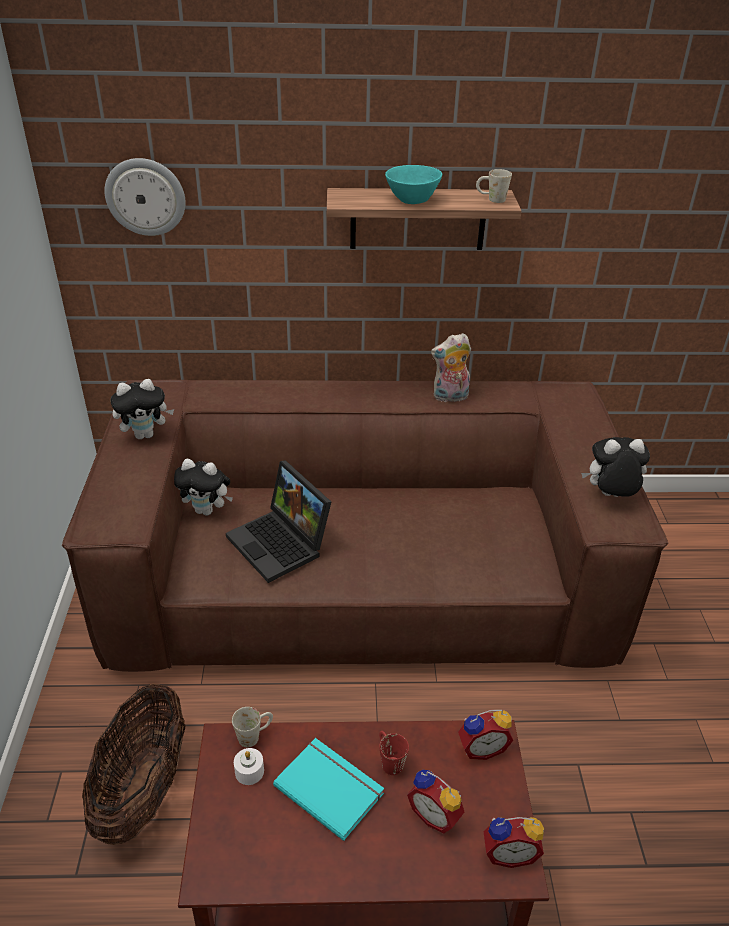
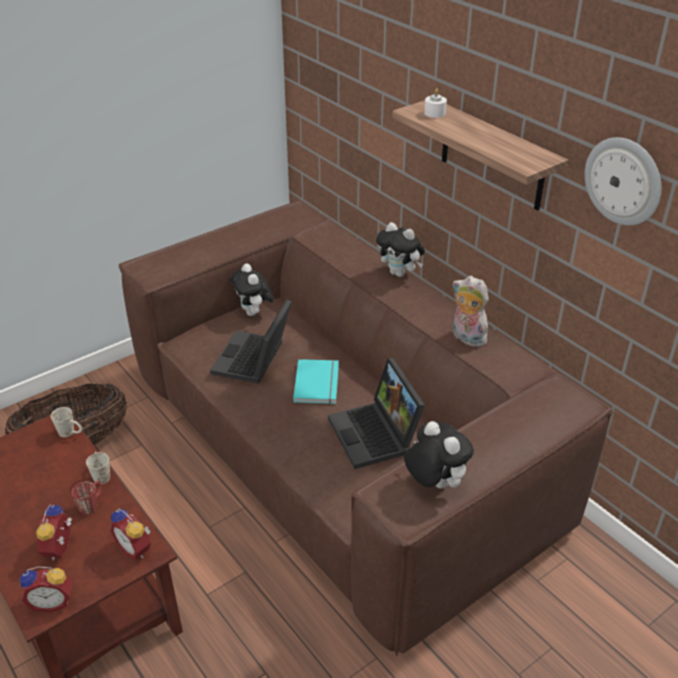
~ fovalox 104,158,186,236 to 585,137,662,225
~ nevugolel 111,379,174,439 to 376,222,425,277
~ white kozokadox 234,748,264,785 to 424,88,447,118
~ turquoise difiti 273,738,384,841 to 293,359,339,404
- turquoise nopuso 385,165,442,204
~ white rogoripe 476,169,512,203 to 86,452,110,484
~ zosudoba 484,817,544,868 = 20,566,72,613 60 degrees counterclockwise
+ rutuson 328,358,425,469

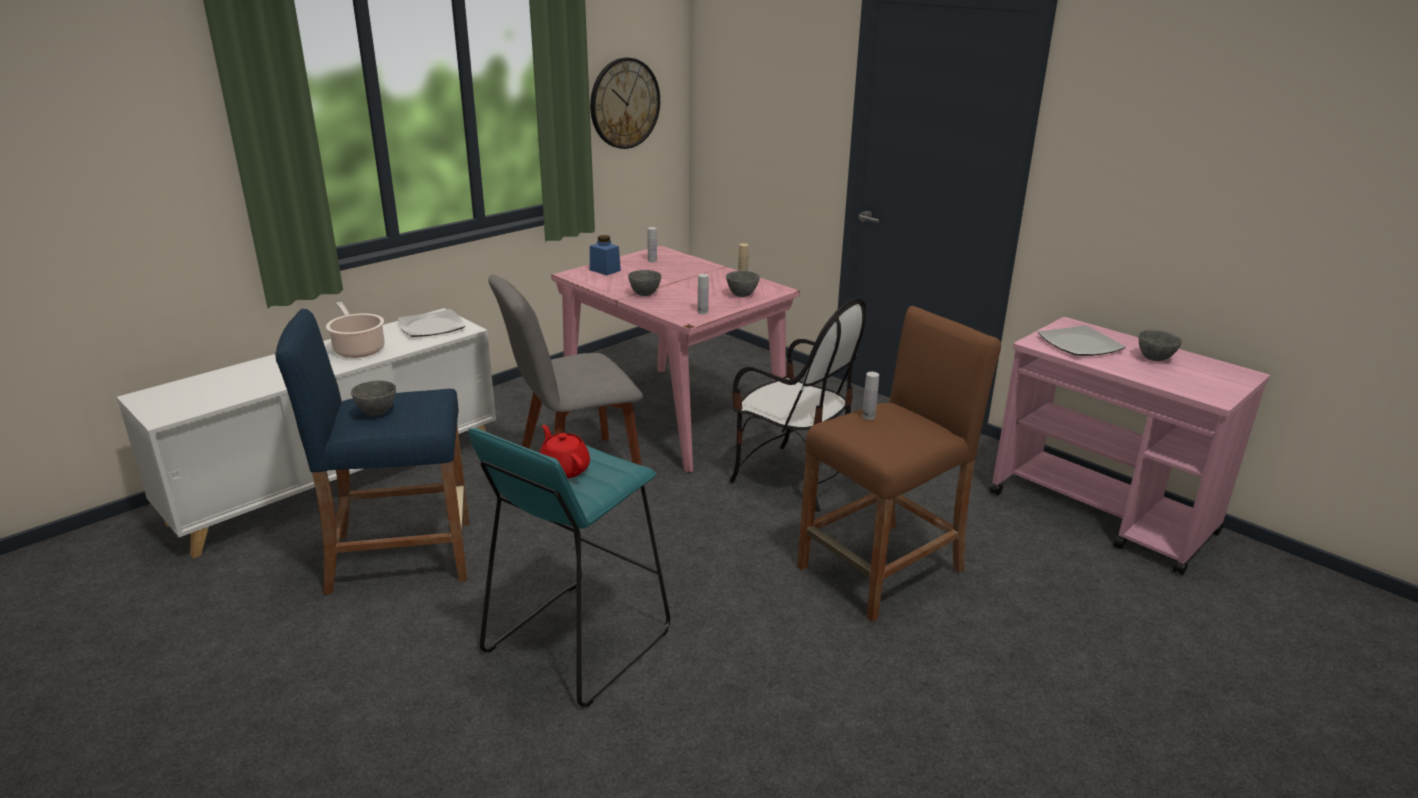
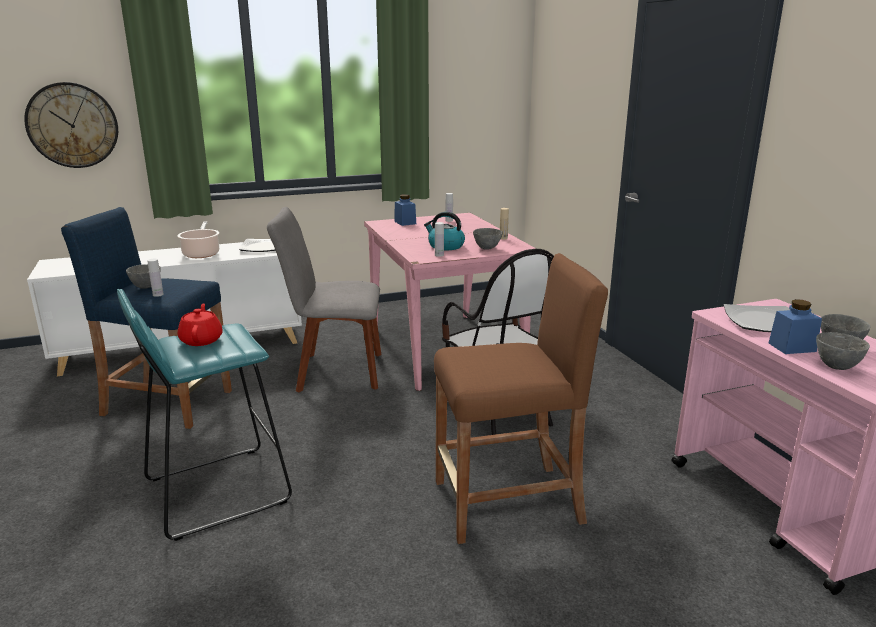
~ fovalox 590,58,660,149 to 24,82,118,168
~ grey nopuso 628,270,661,296 to 816,332,870,370
~ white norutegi 862,372,879,420 to 147,259,164,297
+ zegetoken 424,212,465,250
+ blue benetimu 769,299,822,354

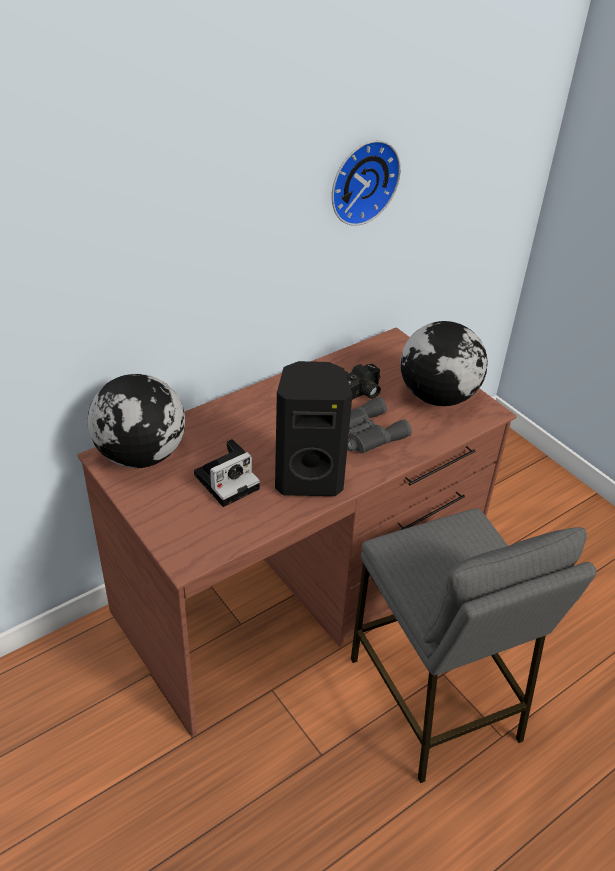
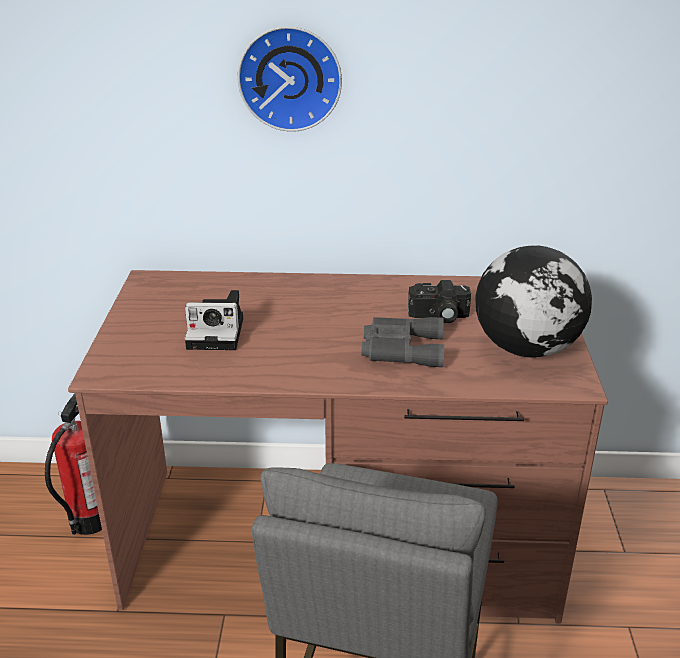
- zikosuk 88,374,185,468
- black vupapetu 275,361,352,496
~ fovalox 332,140,401,226 to 237,26,342,132
+ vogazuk 45,393,102,535

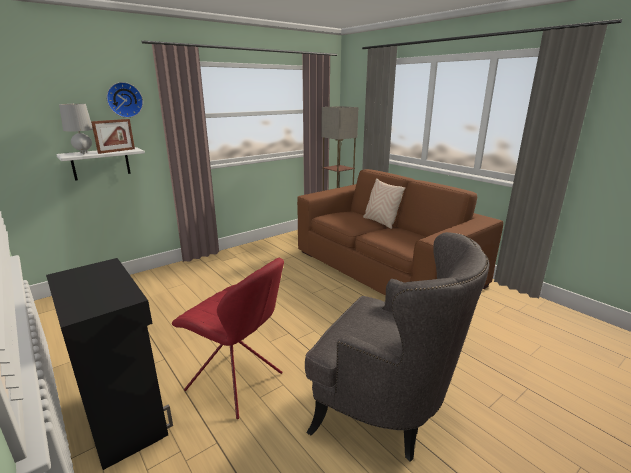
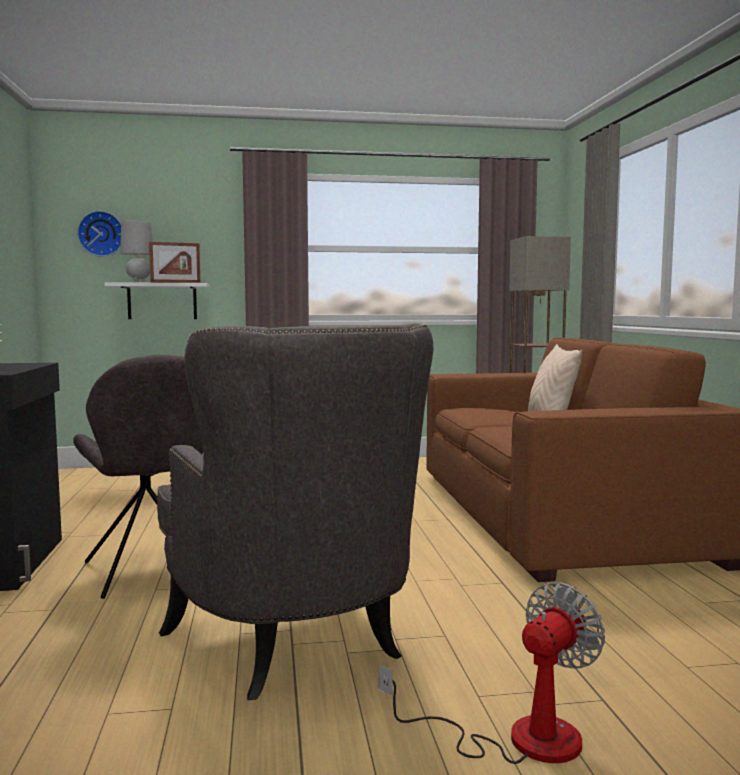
~ fovalox 106,82,143,118 to 77,211,121,257
~ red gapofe 172,258,284,419 to grey gapofe 73,354,203,599
+ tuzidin 379,583,605,764

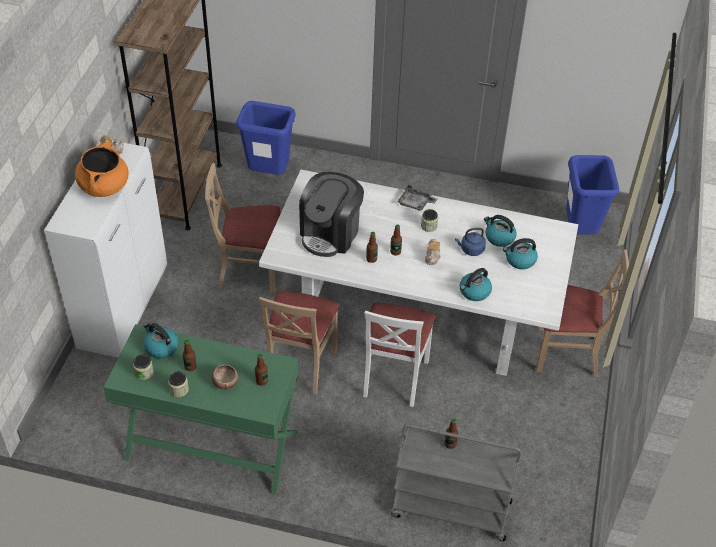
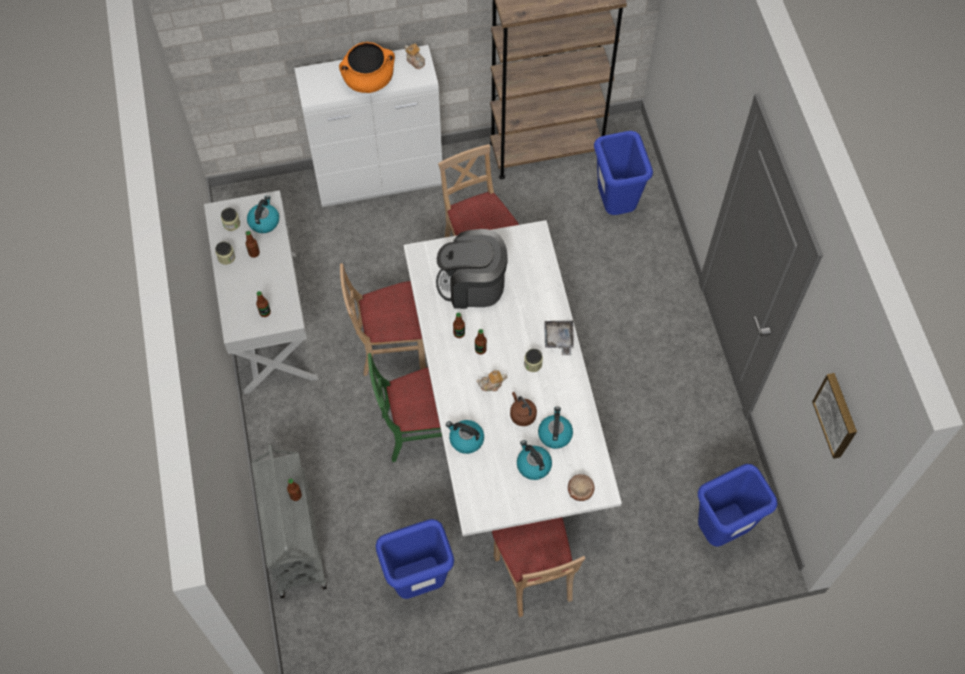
~ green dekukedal 104,324,298,495 to white dekukedal 204,190,318,394
~ nopuso 212,365,238,390 to 568,474,595,501
~ white gapofe 363,303,436,407 to green gapofe 368,353,442,462
~ blue zegetoken 455,228,486,256 to brown zegetoken 510,392,537,426
+ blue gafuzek 376,519,454,599
+ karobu 812,373,857,459

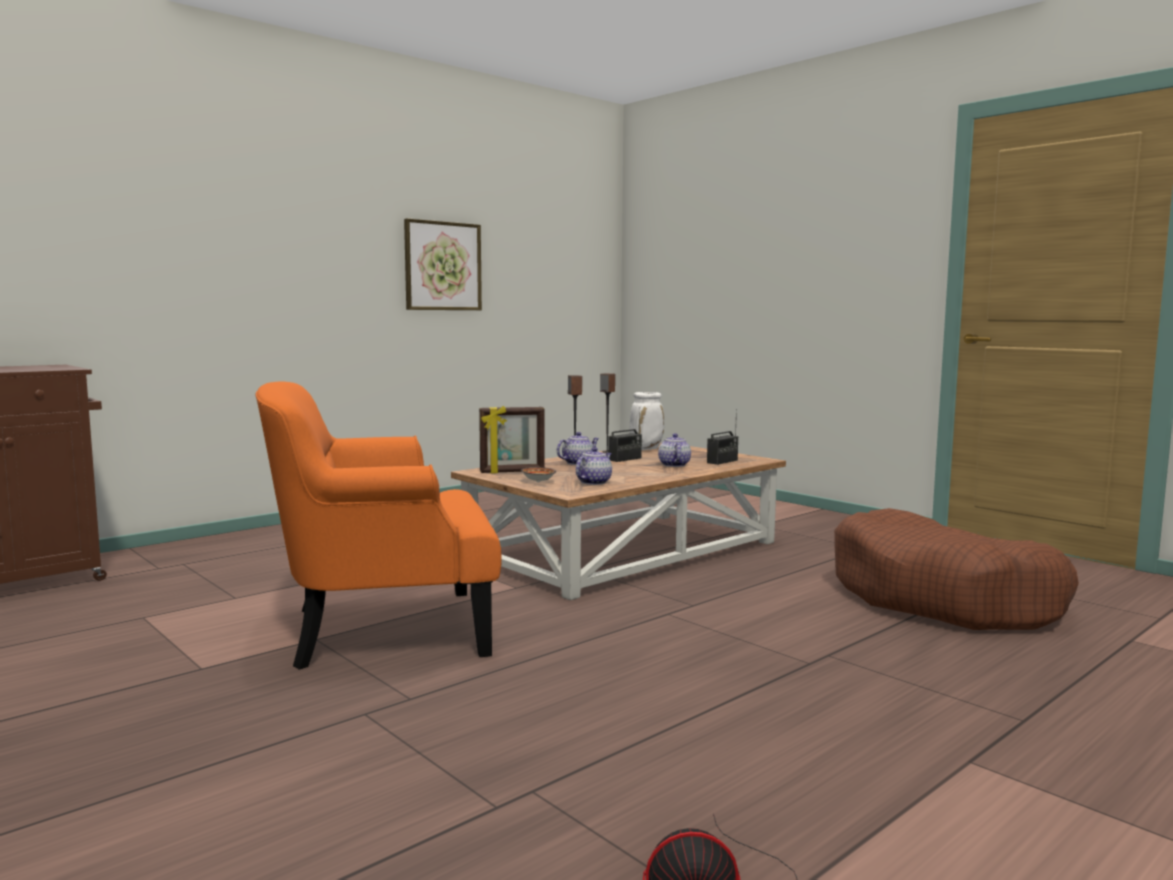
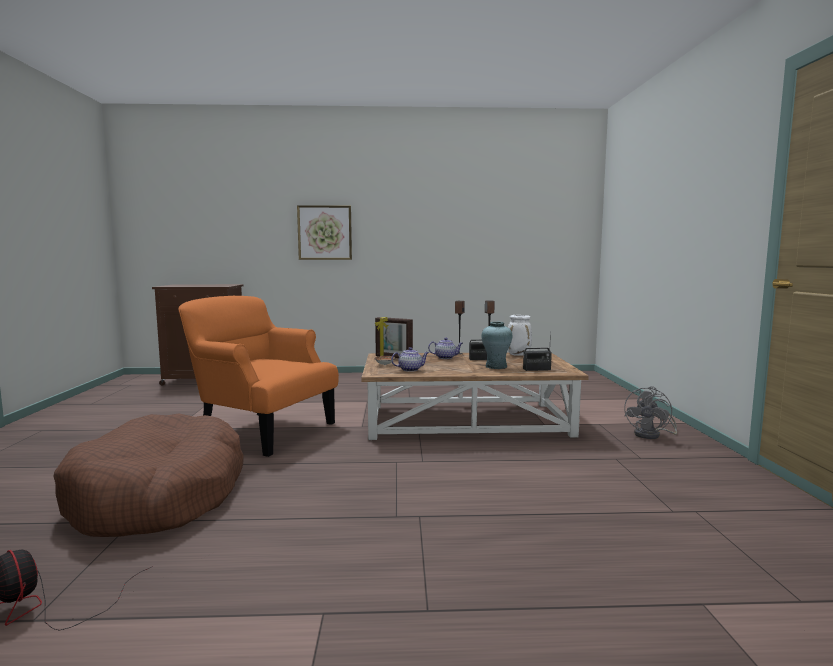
~ karobu 404,218,482,310 to 297,205,352,260
~ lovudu 658,433,691,467 to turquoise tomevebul 481,322,512,369
~ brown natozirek 834,508,1079,630 to 53,413,244,537
+ grey tuzidin 624,386,677,439

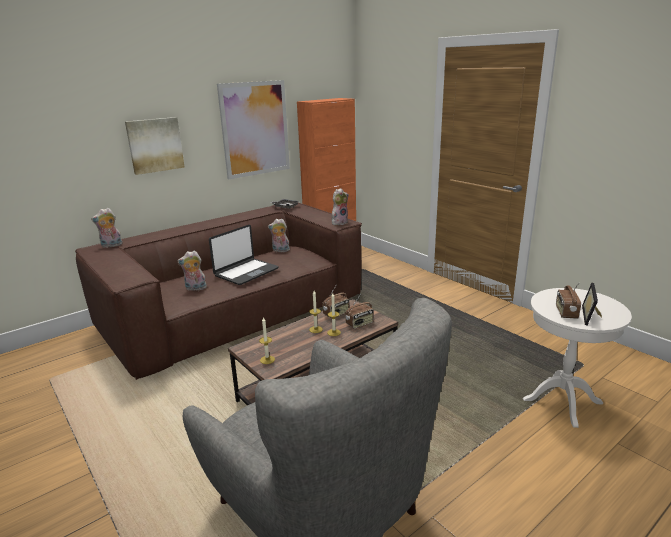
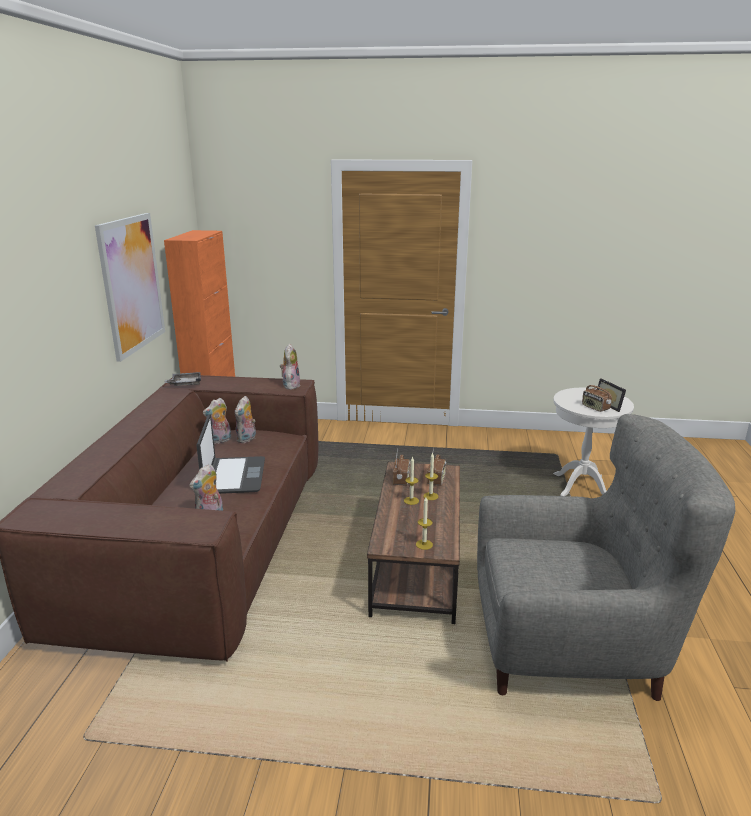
~ nevugolel 91,208,123,248 to 235,396,256,443
- karobu 125,117,185,175

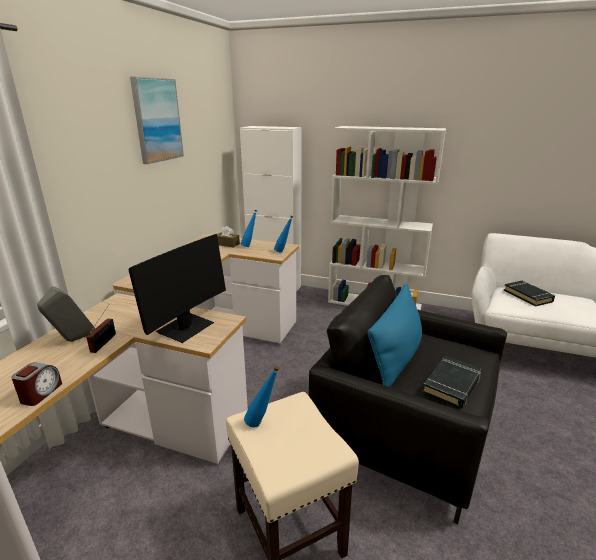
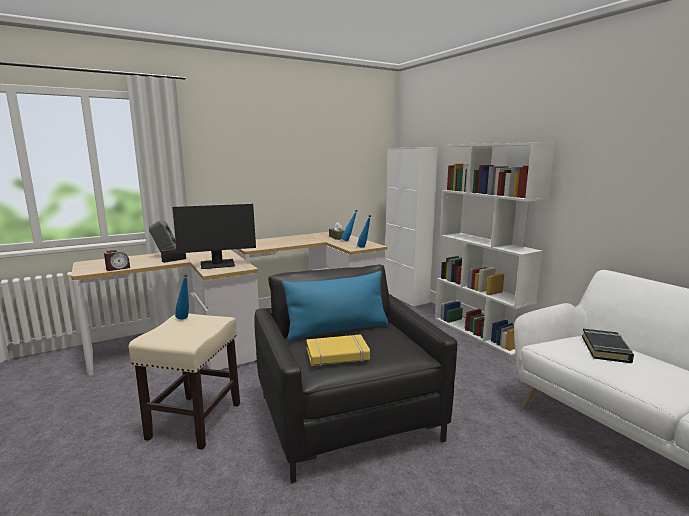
- karobu 130,77,184,164
~ black difiti 422,355,482,409 to yellow difiti 306,334,370,366

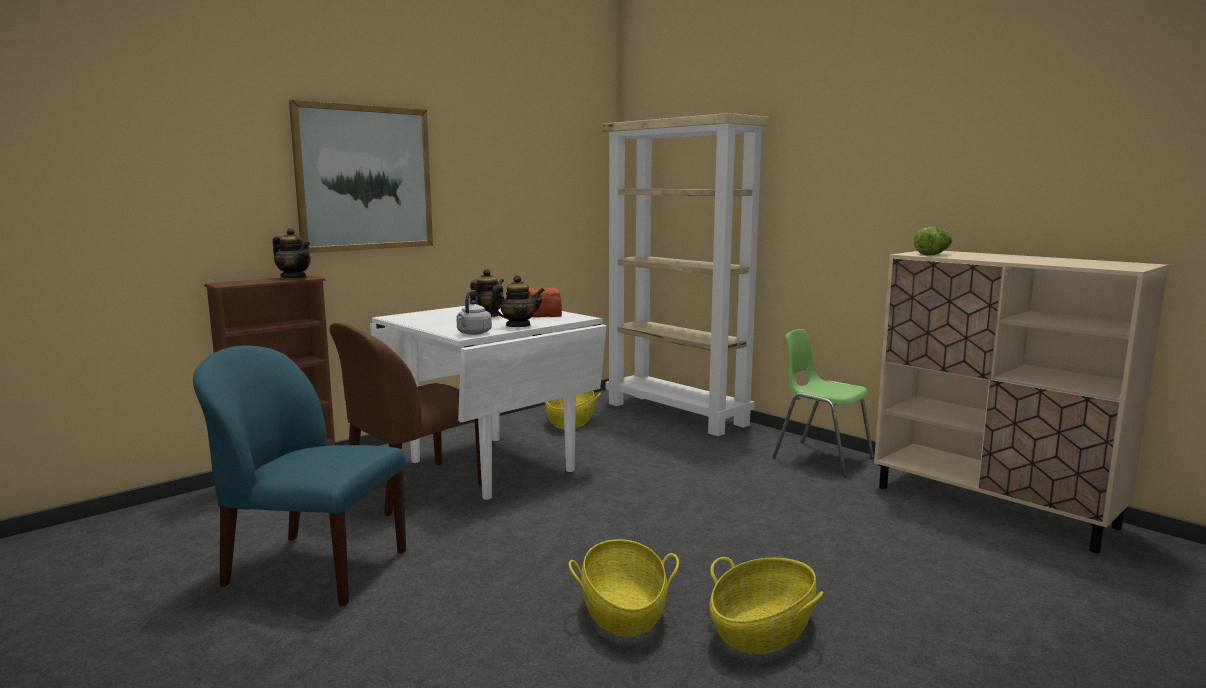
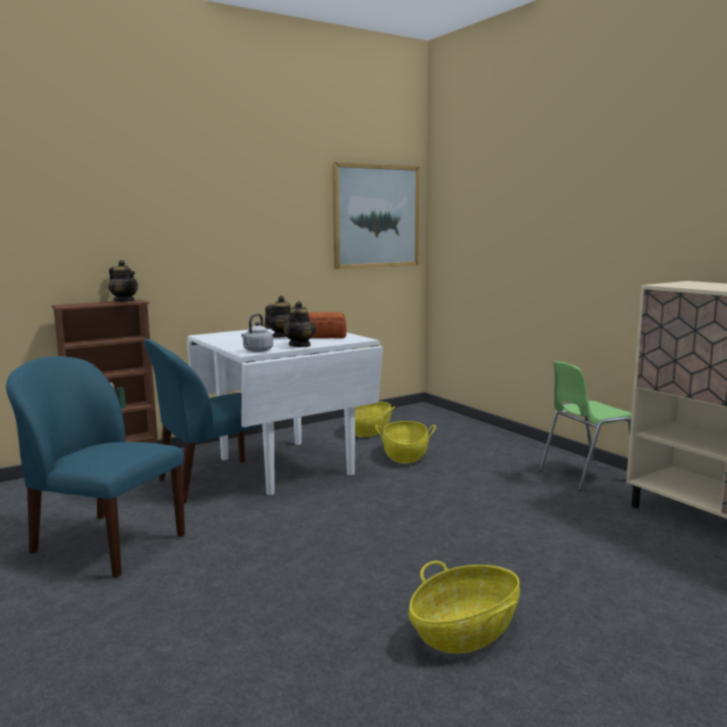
~ karobu 289,100,433,253 to 333,162,419,269
~ brown gapofe 329,322,482,516 to blue gapofe 144,339,262,504
~ lovudu 489,275,545,327 = 283,301,316,347 105 degrees clockwise
~ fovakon 568,539,679,637 to 375,421,436,463
- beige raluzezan 603,113,770,436
~ green gapofe 773,329,874,477 = 539,361,631,491 75 degrees counterclockwise
- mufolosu 914,227,952,255

